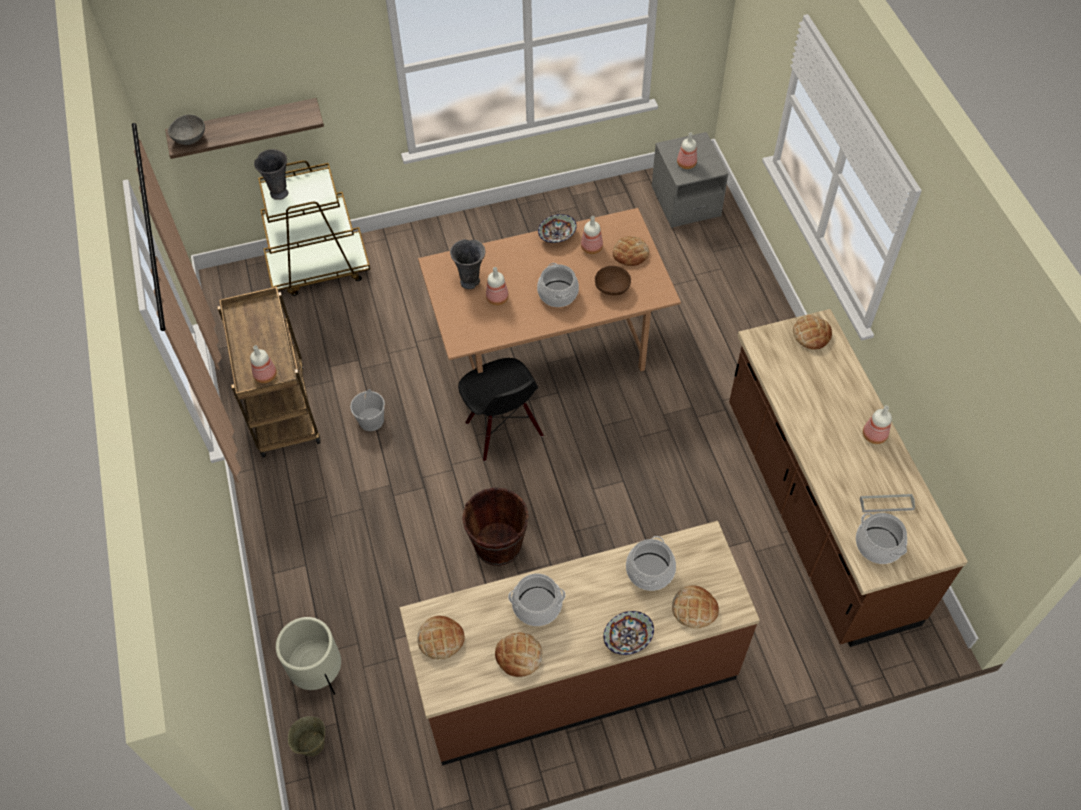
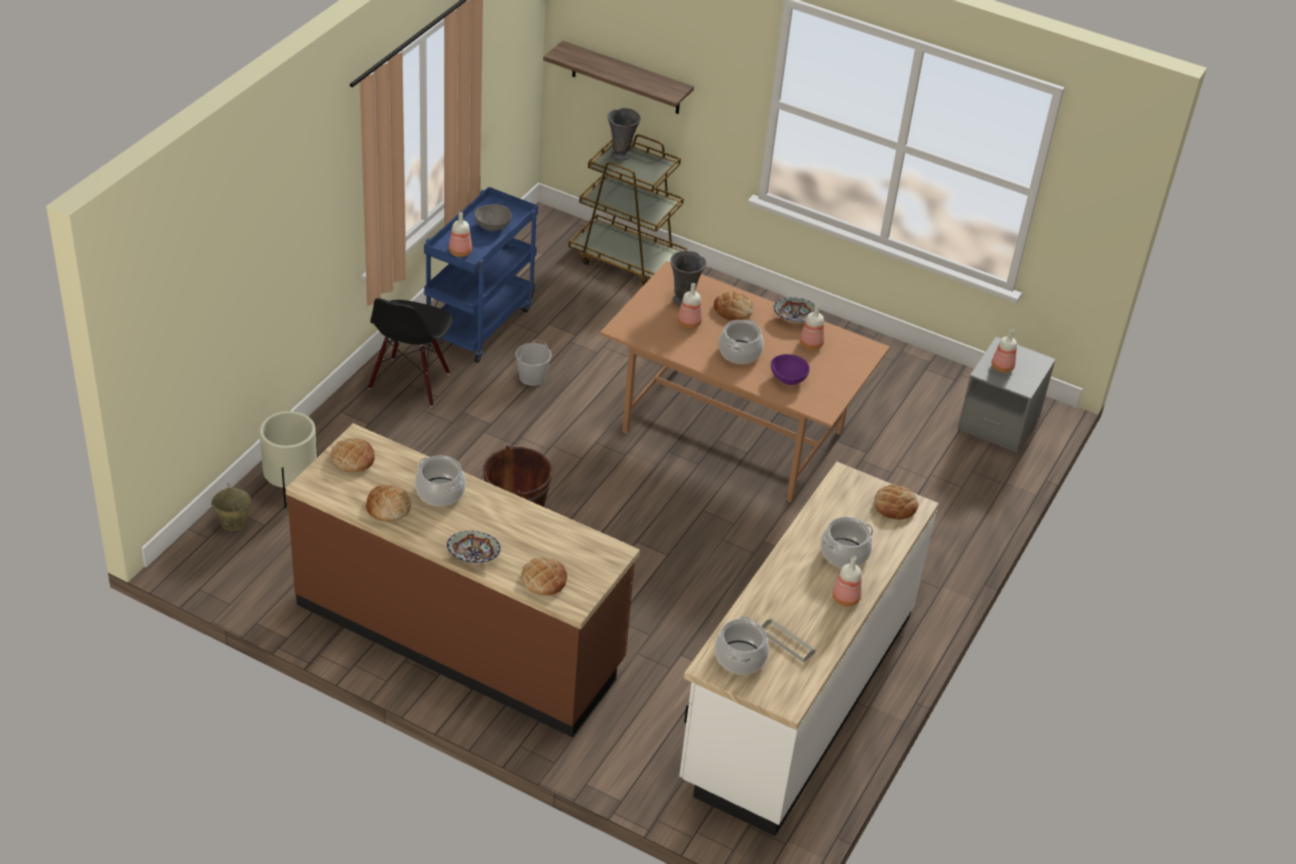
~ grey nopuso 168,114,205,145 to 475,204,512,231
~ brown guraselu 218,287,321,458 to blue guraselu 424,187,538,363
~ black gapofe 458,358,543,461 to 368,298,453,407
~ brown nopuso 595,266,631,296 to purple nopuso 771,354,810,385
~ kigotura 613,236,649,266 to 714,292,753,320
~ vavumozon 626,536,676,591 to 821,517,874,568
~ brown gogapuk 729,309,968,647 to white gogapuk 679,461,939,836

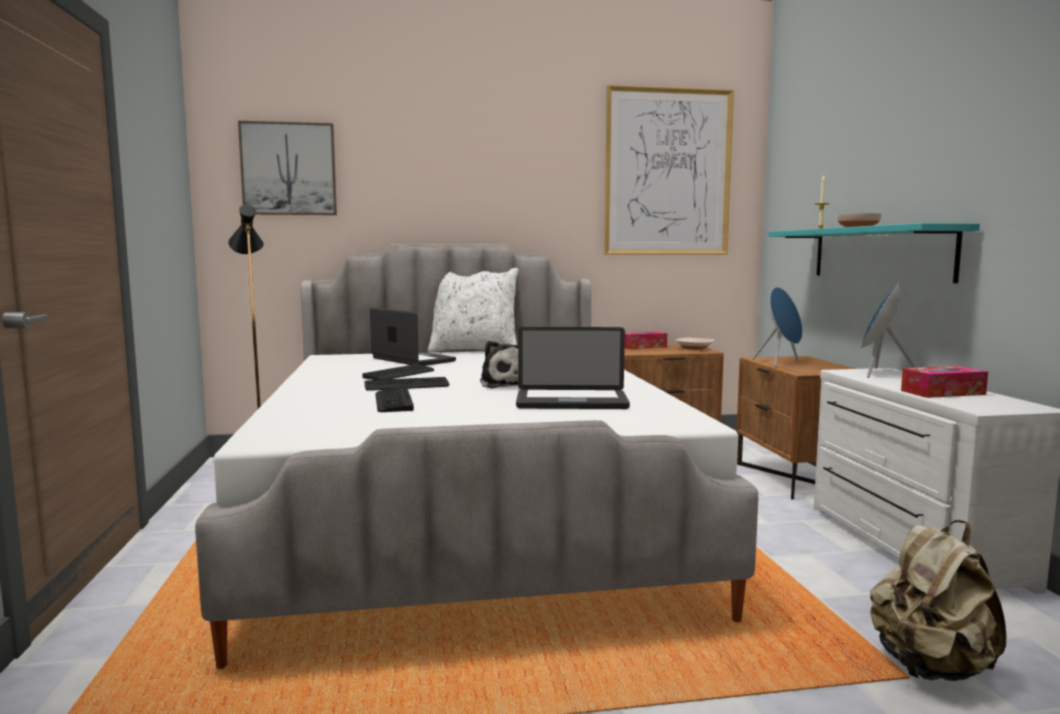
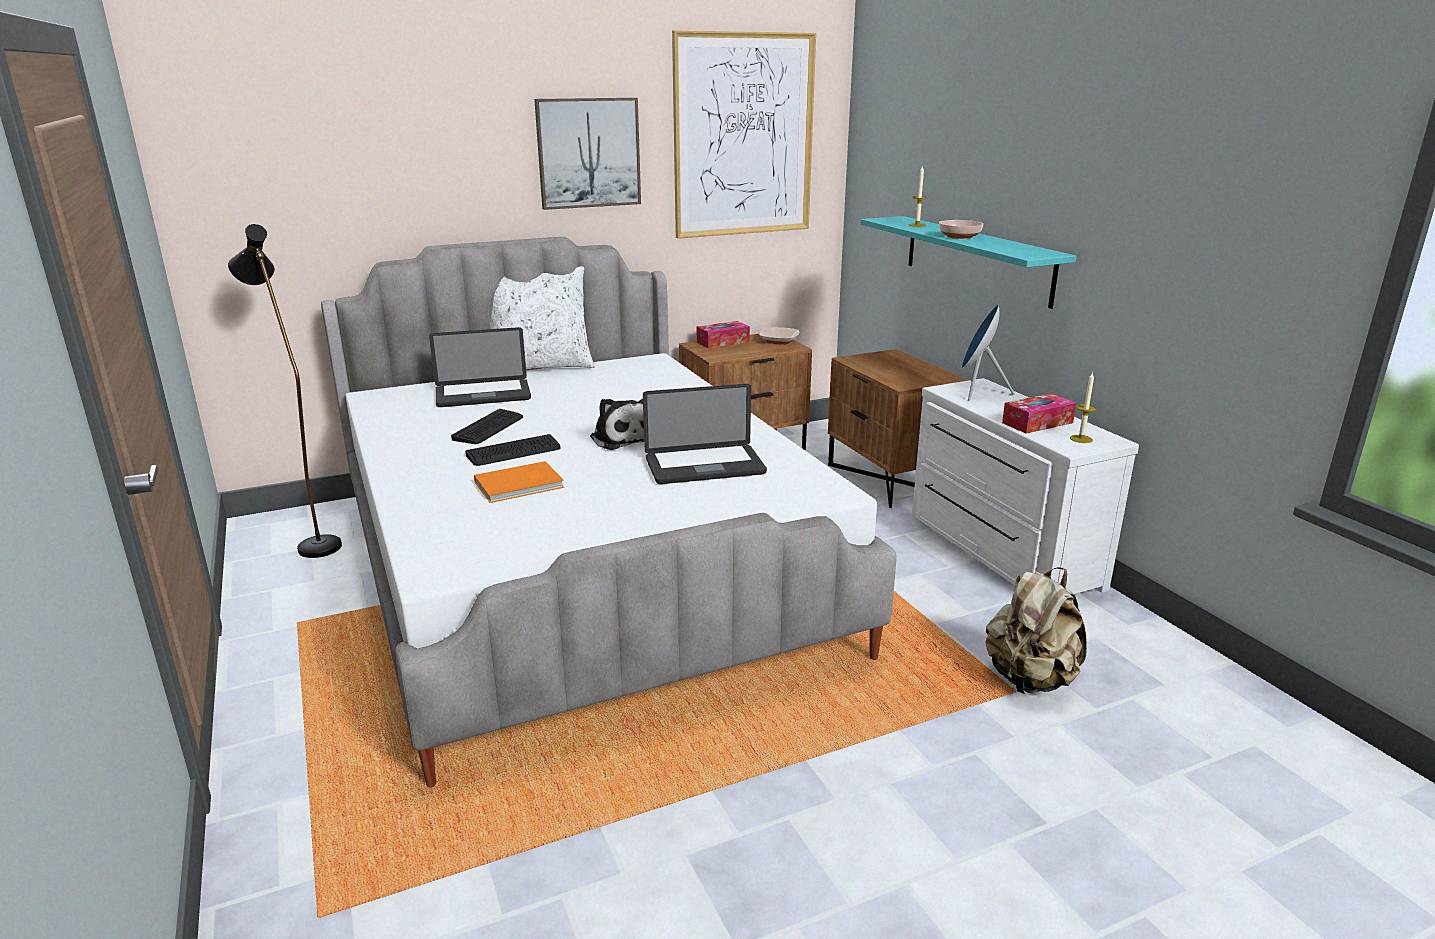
~ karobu 238,121,337,215 to 534,98,641,210
~ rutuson 370,308,456,366 = 429,327,531,407 135 degrees clockwise
~ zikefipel 375,388,414,412 to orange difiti 474,461,564,503
- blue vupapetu 752,287,803,367
+ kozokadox 1070,371,1096,443

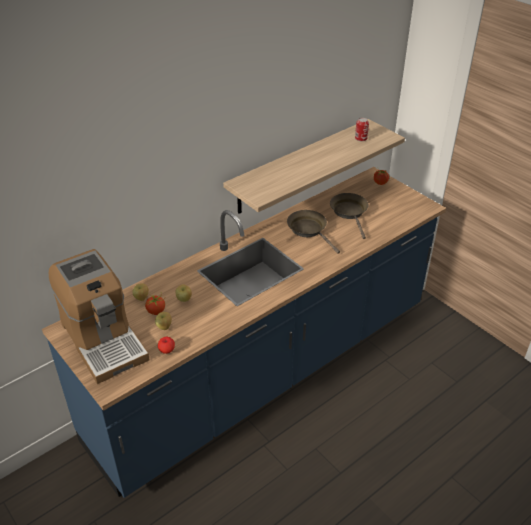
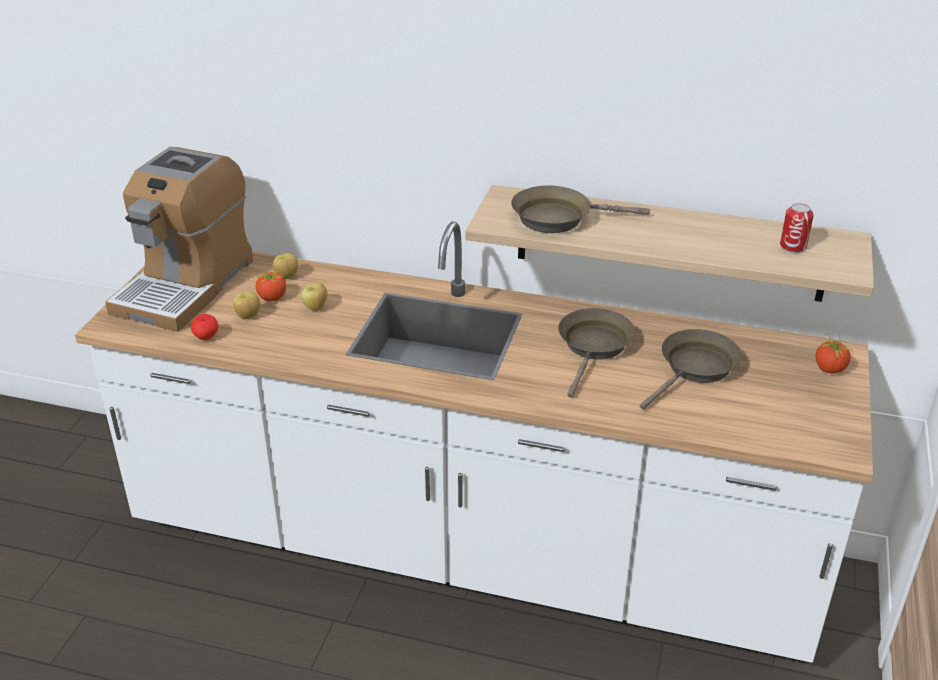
~ blue gogapuk 42,167,446,498 to white gogapuk 75,222,873,663
+ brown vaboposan 511,185,650,233

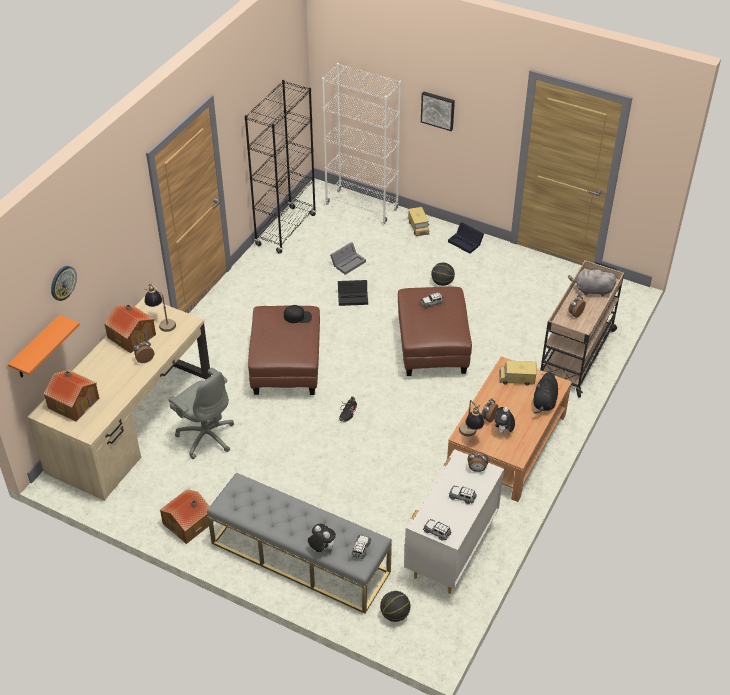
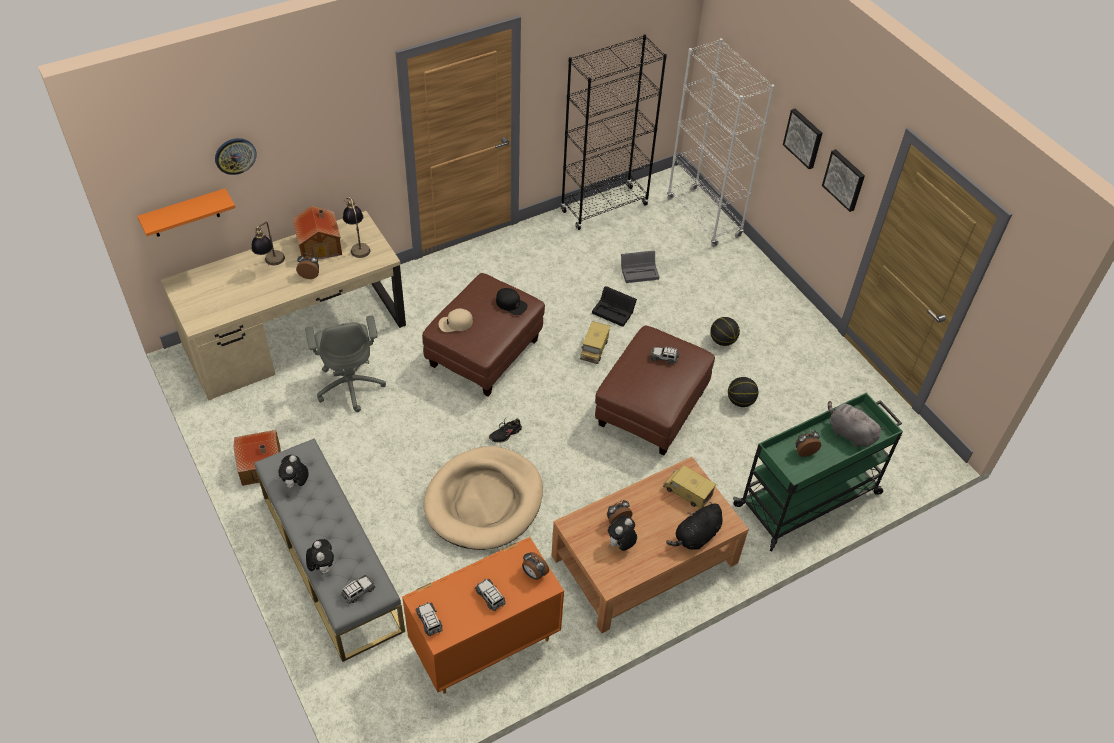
- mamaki 43,370,100,422
~ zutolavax 380,591,410,622 to 728,377,759,407
~ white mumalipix 404,449,504,594 to orange mumalipix 402,537,564,694
~ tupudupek 408,207,430,236 to 580,321,611,364
- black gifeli 448,222,484,254
~ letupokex 459,400,484,437 to 251,222,285,265
~ beige guraselu 540,260,624,398 to green guraselu 733,393,903,551
+ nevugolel 279,455,309,490
+ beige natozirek 423,446,543,550
+ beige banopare 439,308,473,332
+ karobu 822,149,865,212

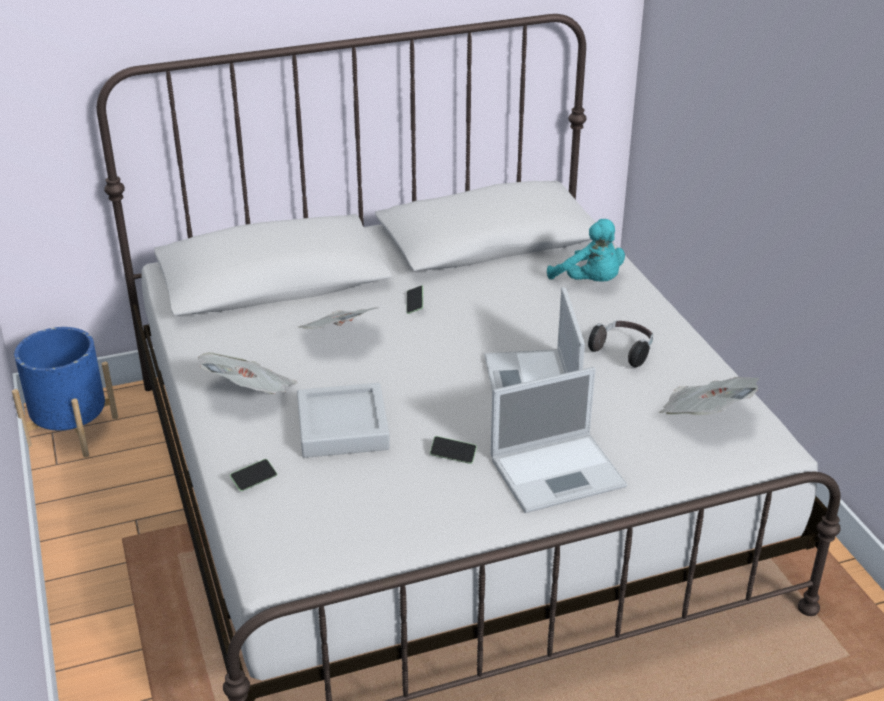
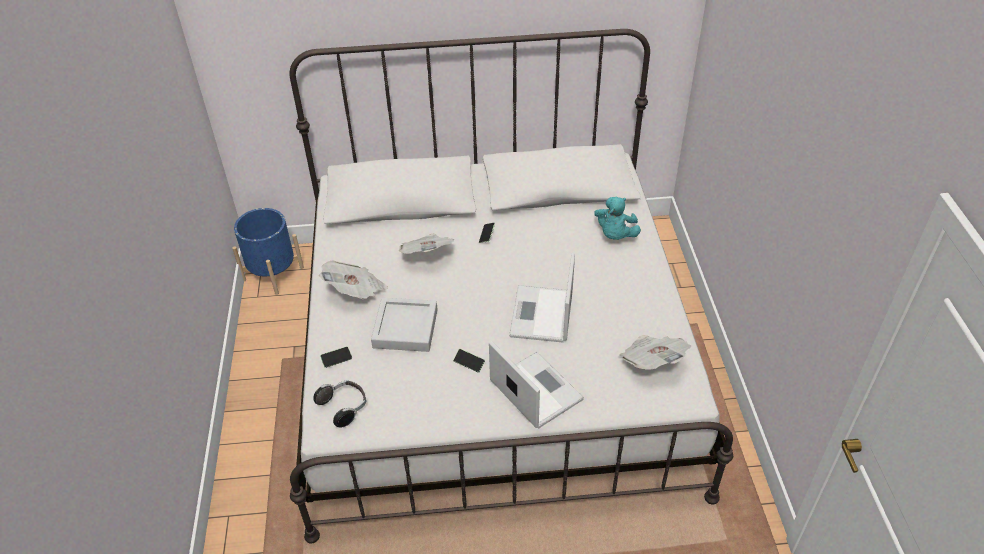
~ rutuson 491,367,627,513 = 489,341,584,428 120 degrees counterclockwise
~ turquoise nevugolel 547,219,625,281 = 594,197,641,240 45 degrees clockwise
~ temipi 588,321,653,367 to 313,381,366,427

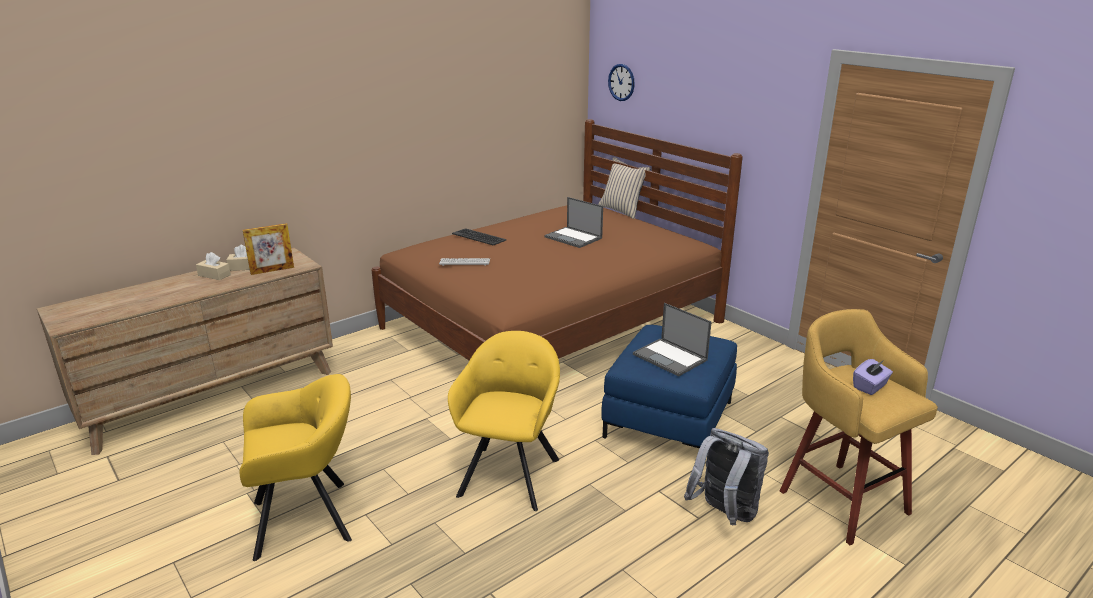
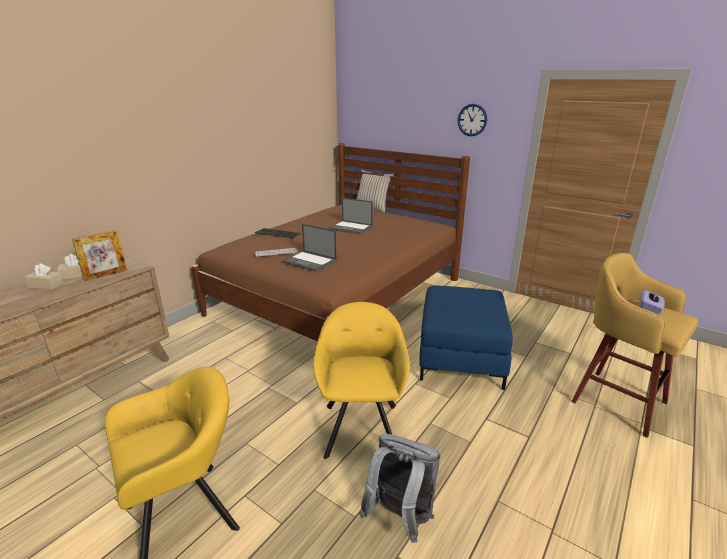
~ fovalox 608,64,635,101 to 458,104,487,136
~ rutuson 633,303,711,377 to 283,224,337,272
~ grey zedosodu 684,428,769,525 to 359,434,440,543

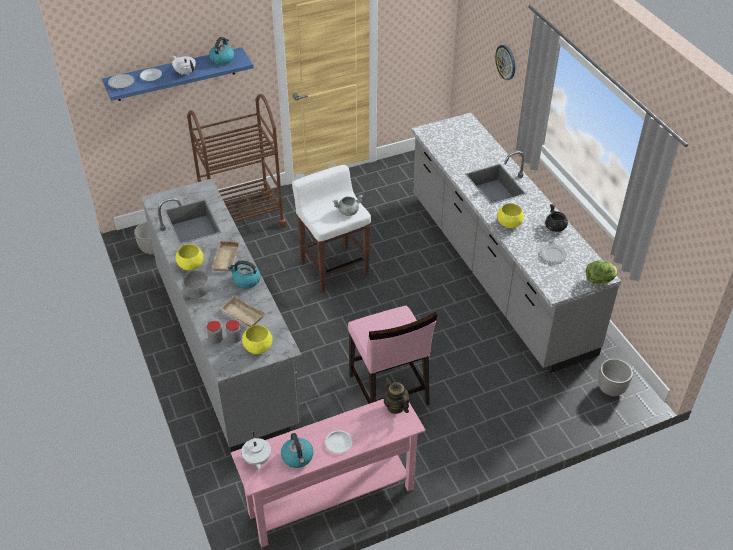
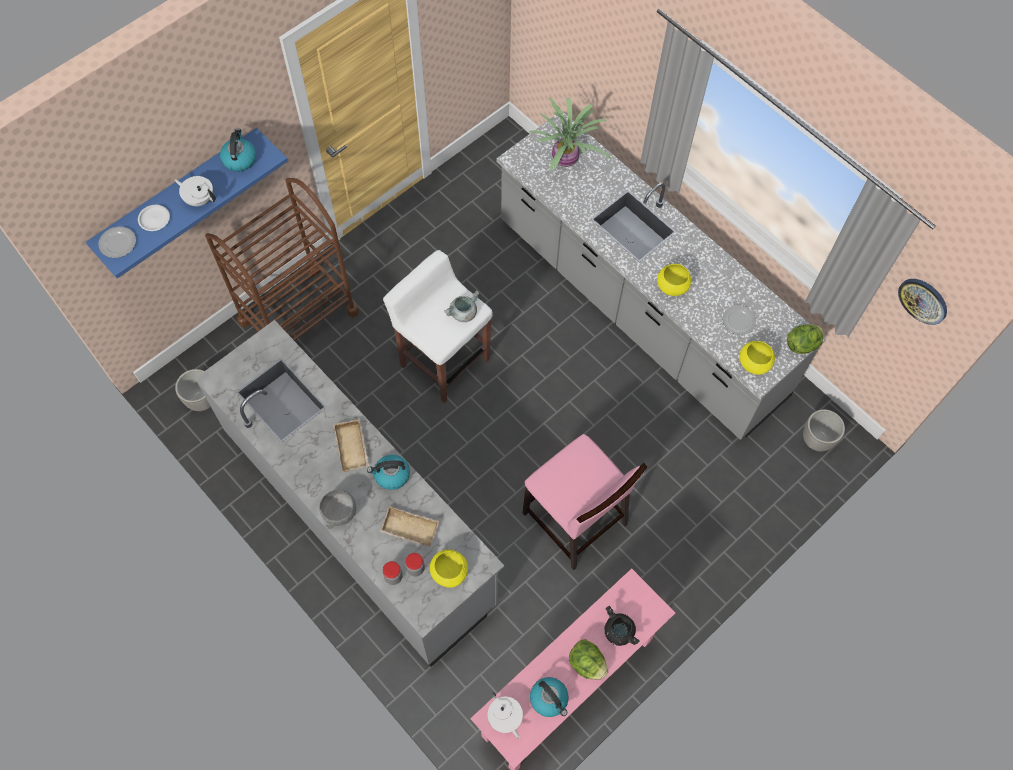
~ yellow nopuso 176,244,204,270 to 740,341,775,375
~ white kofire 325,430,353,453 to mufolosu 569,639,608,680
- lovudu 384,377,409,414
~ fovalox 495,45,515,80 to 898,279,947,325
~ black vavumozon 545,204,568,232 to 604,606,640,646
+ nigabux 528,97,612,172

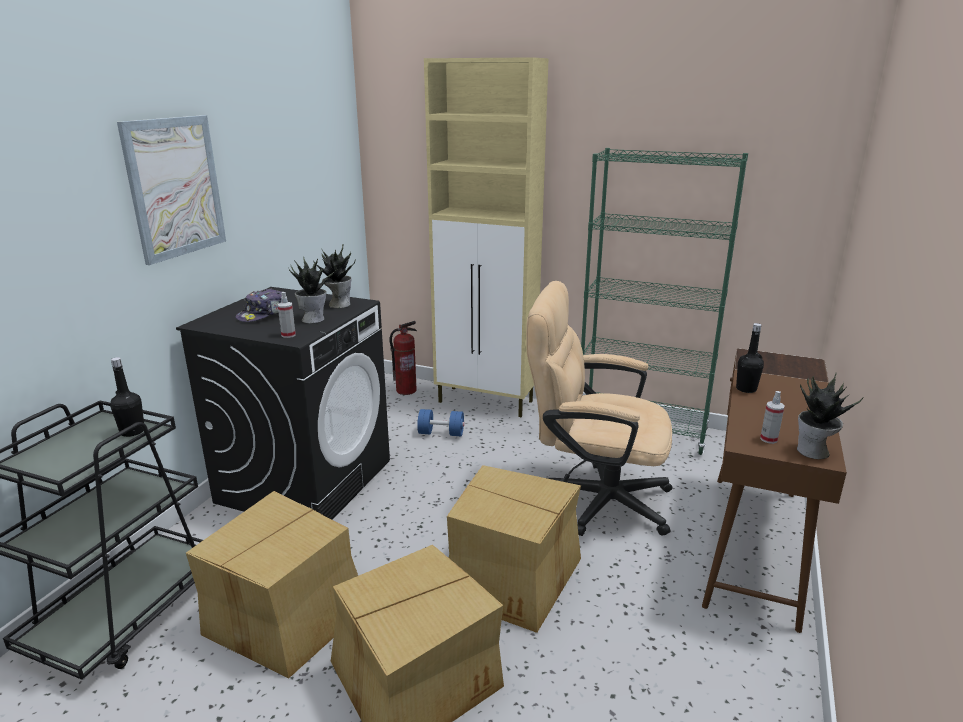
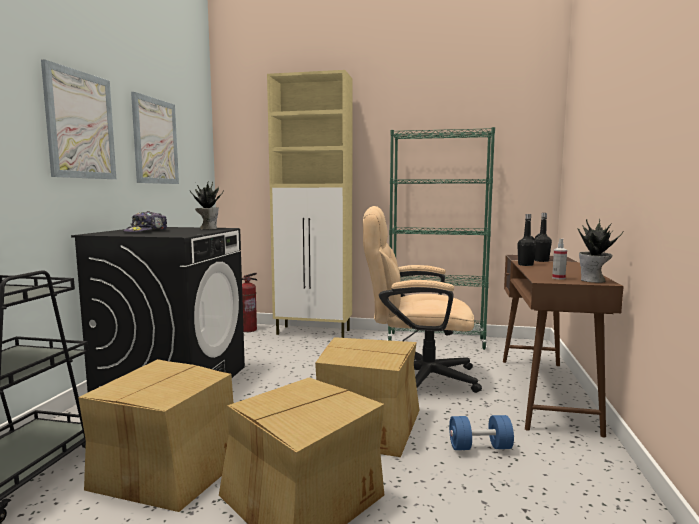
~ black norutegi 110,357,144,437 to 534,213,552,262
- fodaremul 278,292,296,338
- nigabux 288,258,335,323
~ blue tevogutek 417,409,464,436 to 449,415,514,450
+ karobu 131,92,179,184

